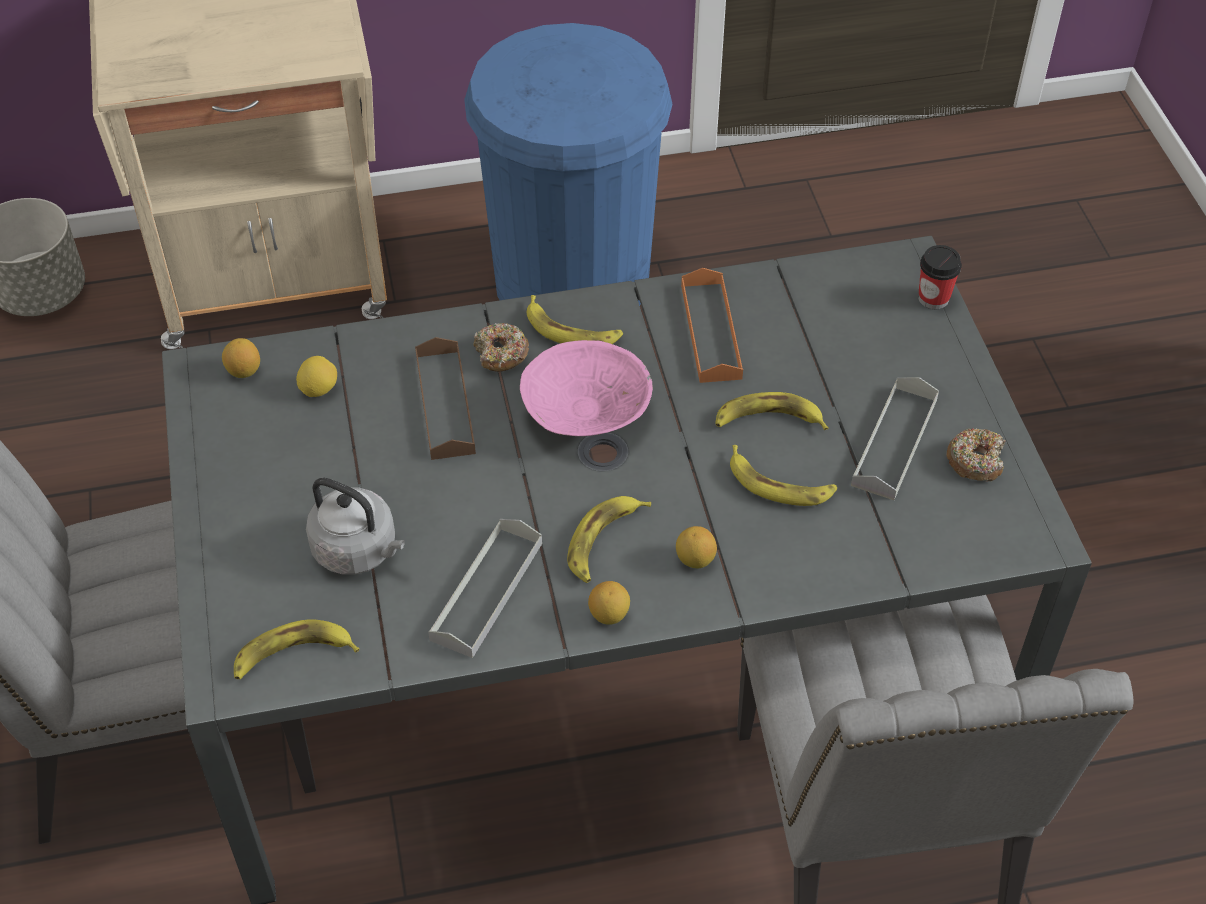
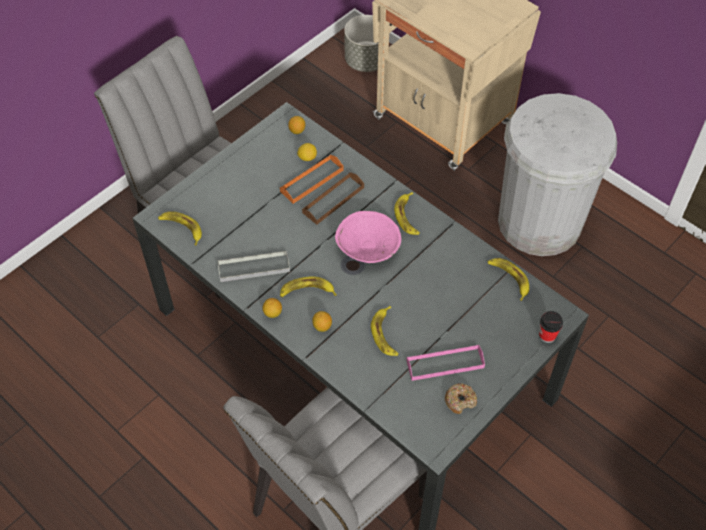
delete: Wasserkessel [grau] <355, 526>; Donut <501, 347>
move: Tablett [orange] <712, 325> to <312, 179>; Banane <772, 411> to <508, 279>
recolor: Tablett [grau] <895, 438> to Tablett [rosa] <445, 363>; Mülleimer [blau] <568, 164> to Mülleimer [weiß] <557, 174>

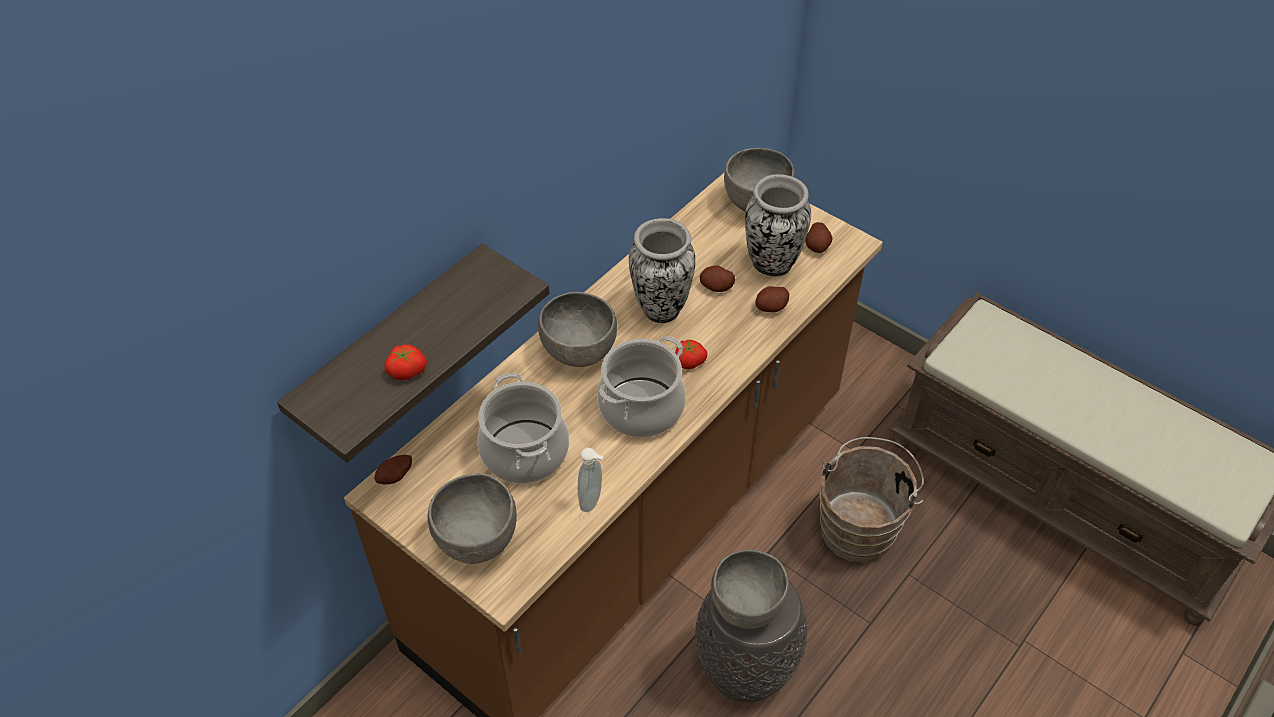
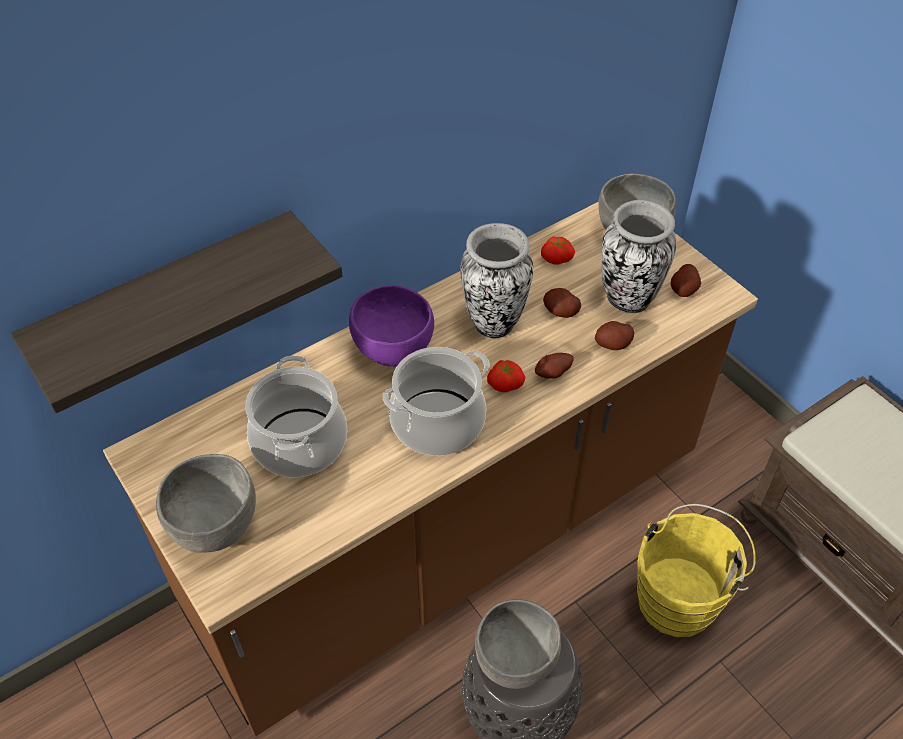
delete: Seifenspender <591, 480>
move: Kartoffel <393, 470> to <554, 366>; Tomate <406, 362> to <558, 250>
recolor: Schüssel [grau] <577, 329> to Schüssel [lila] <391, 326>; Eimer [braun] <872, 500> to Eimer [gelb] <696, 570>

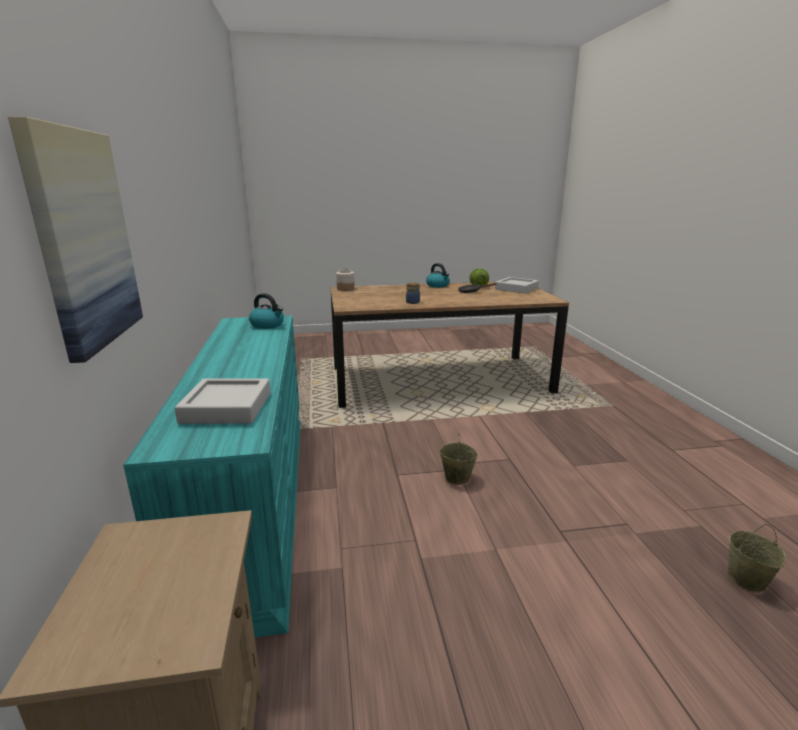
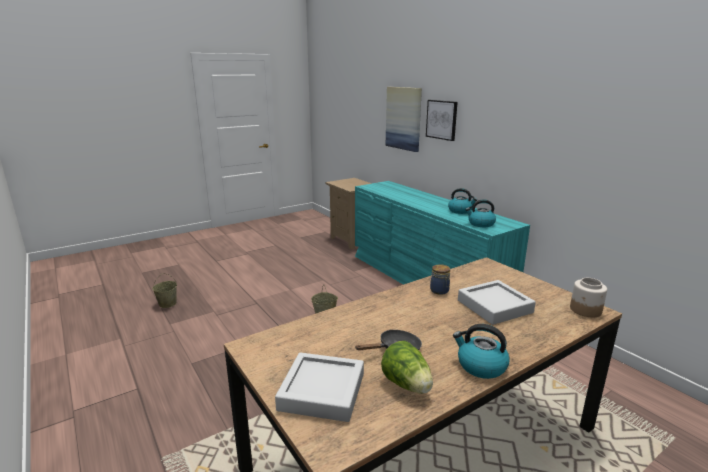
insert: Bild <442, 120>; Wasserkessel <462, 201>
move: Tablett [grau] <222, 401> to <497, 302>

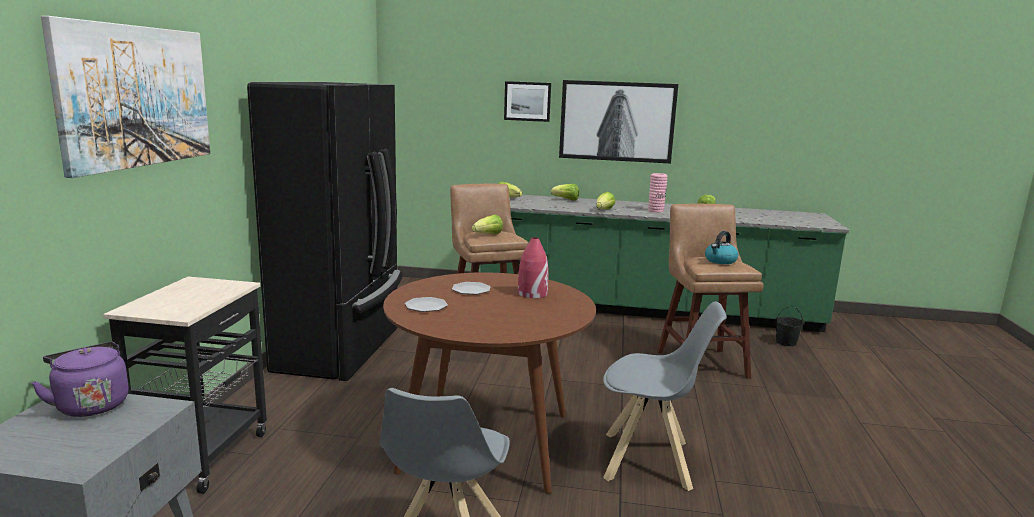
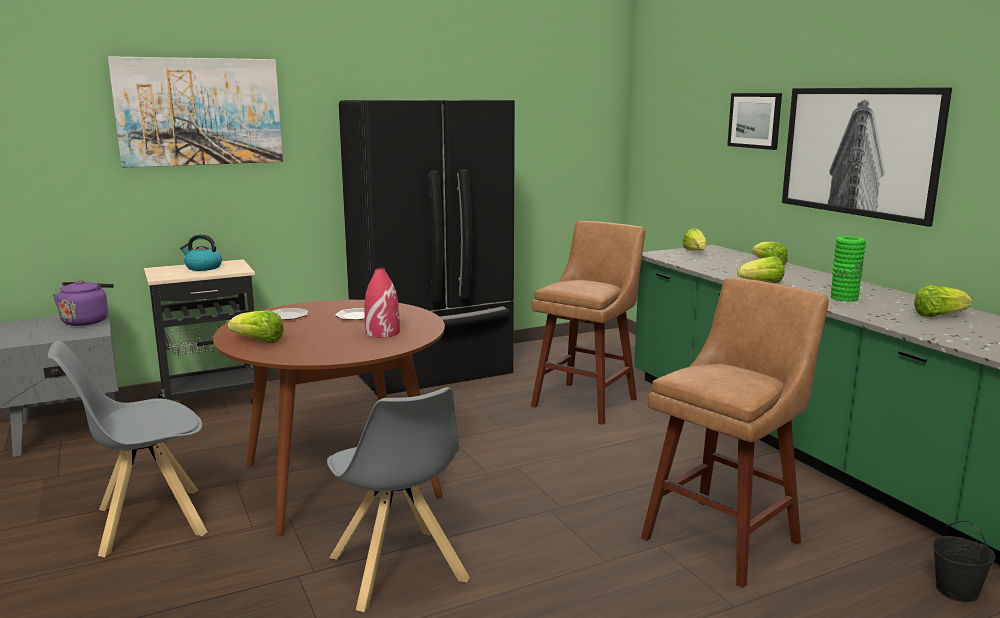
move: Wasserkessel <721, 247> to <201, 252>; Salatkopf <487, 224> to <256, 326>
recolor: Vase [rosa] <658, 192> to Vase [grün] <848, 269>

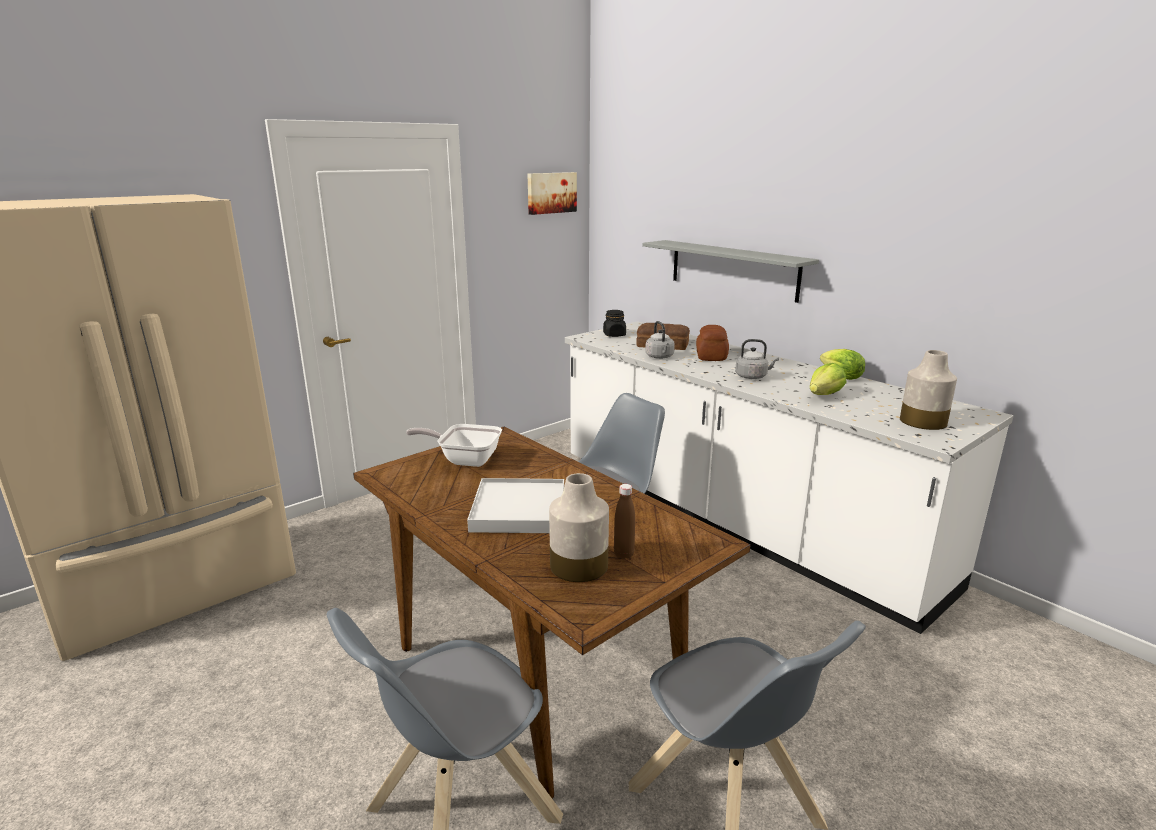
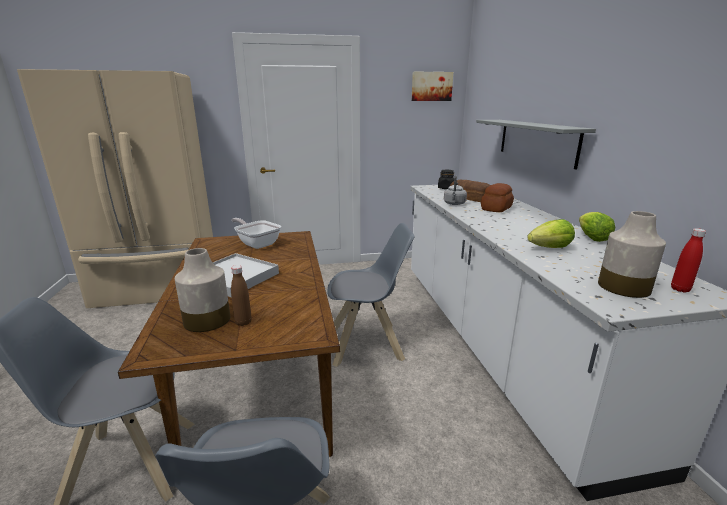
delete: Wasserkessel [grau] <757, 359>
insert: Flasche [rot] <688, 260>

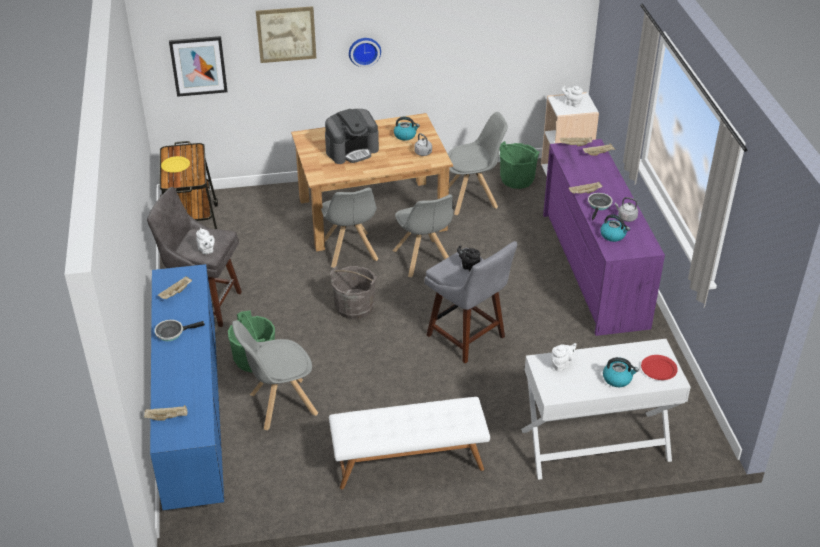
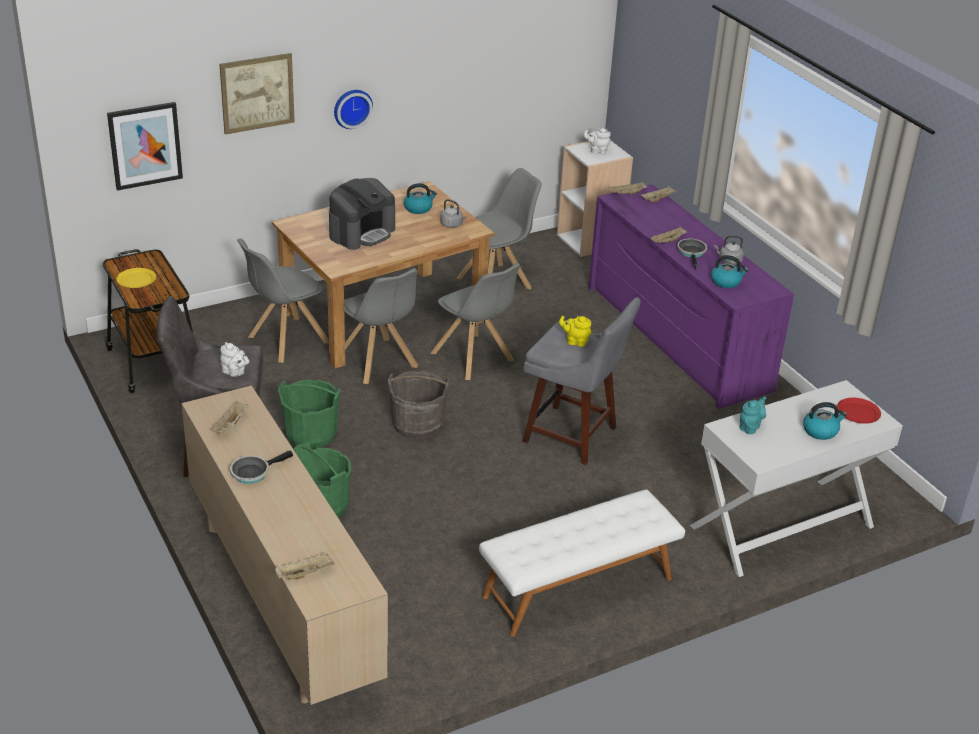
move: Stuhl [grau] <275, 375> to <283, 301>; Eimer [grün] <520, 165> to <309, 414>
recolor: Schrank [blau] <187, 387> to Schrank [beige] <284, 545>; Teekanne [schwarz] <468, 258> to Teekanne [gelb] <575, 331>; Teekanne [weiß] <563, 357> to Teekanne [türkis] <752, 415>

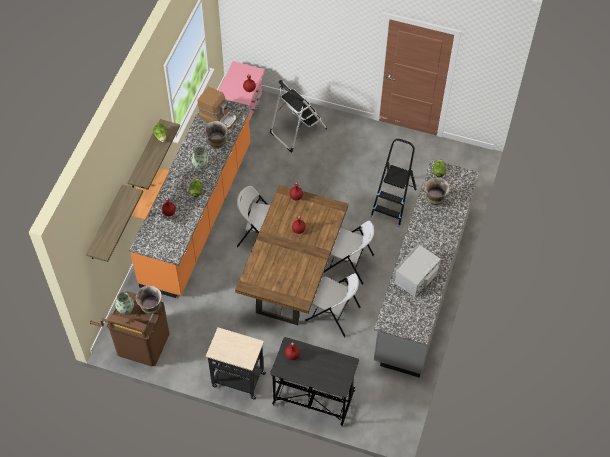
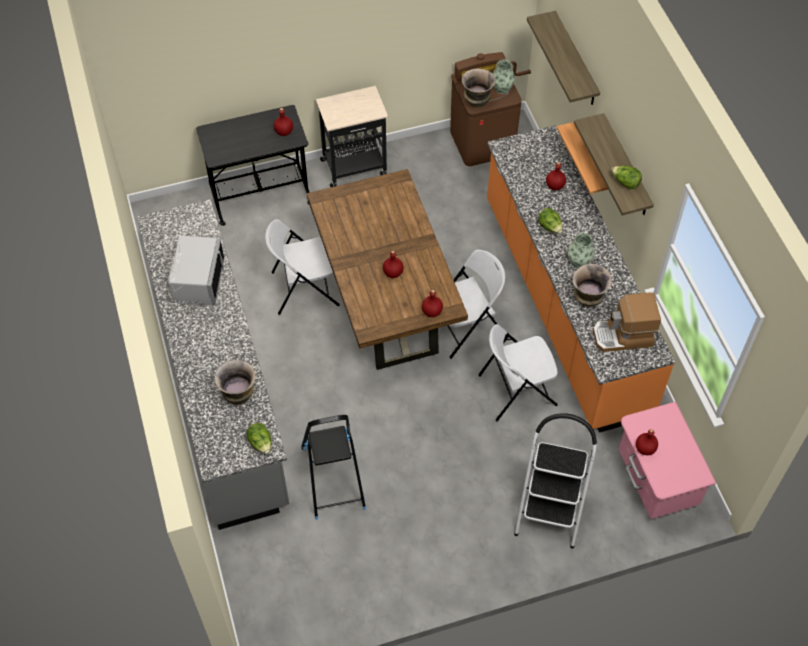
move: Stuhl [weiß] <349, 253> to <518, 373>

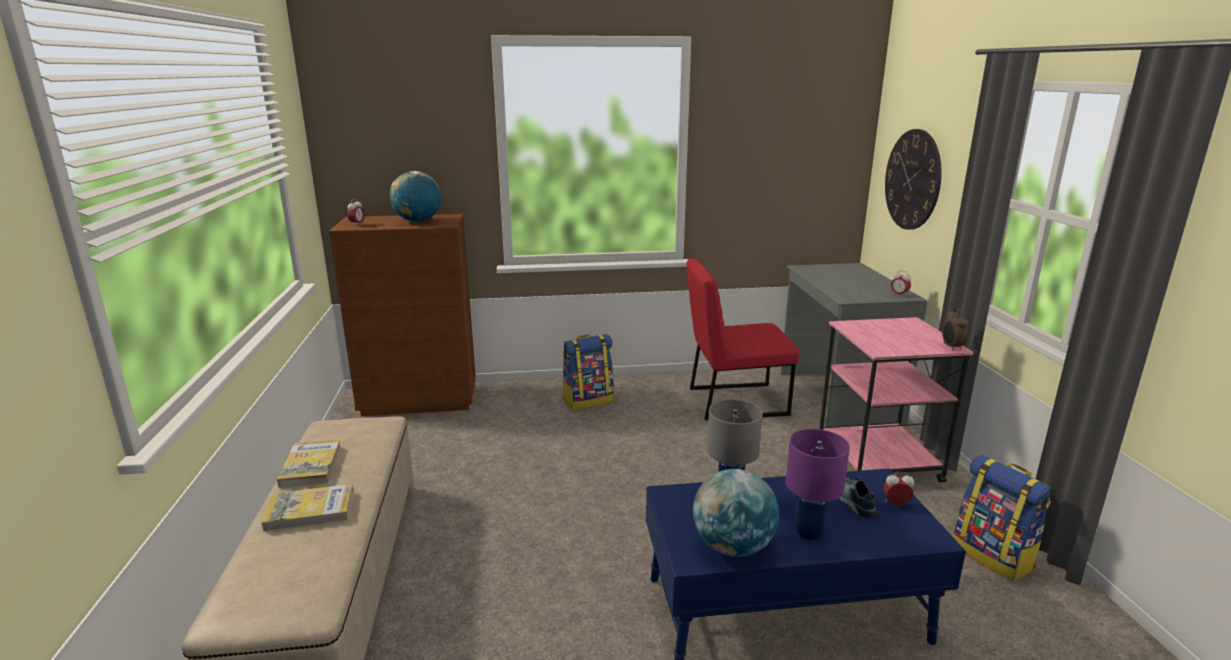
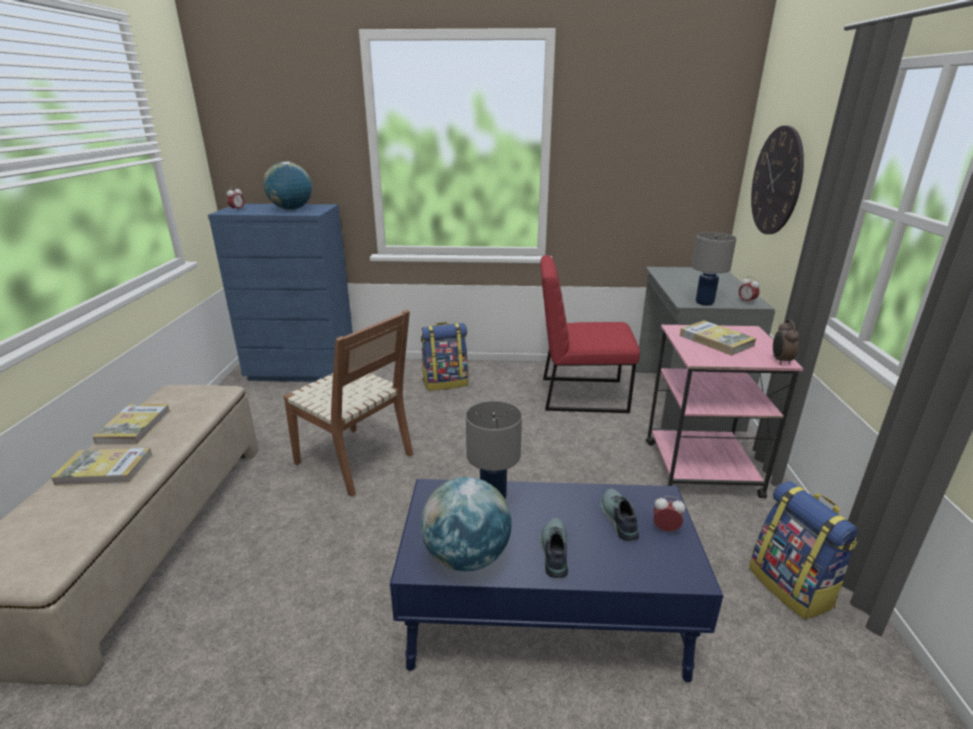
insert: Stuhl <348, 403>; Buch <718, 338>; Tischlampe [grau] <714, 269>
replace: Tischlampe [lila] <818, 484> to Schuh <554, 548>
recolor: Kommode [braun] <402, 315> to Kommode [blau] <280, 293>

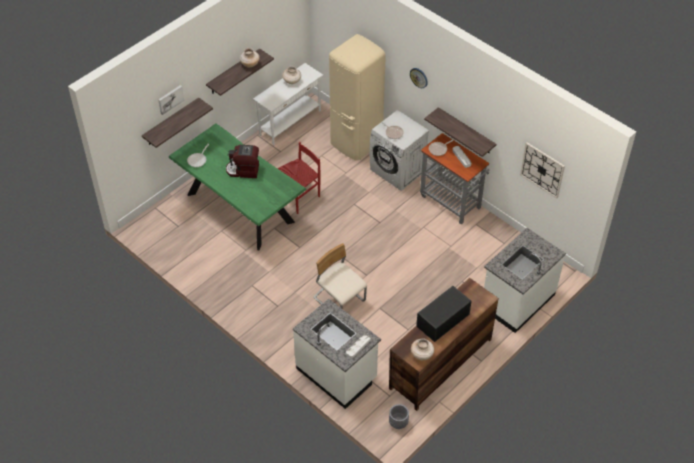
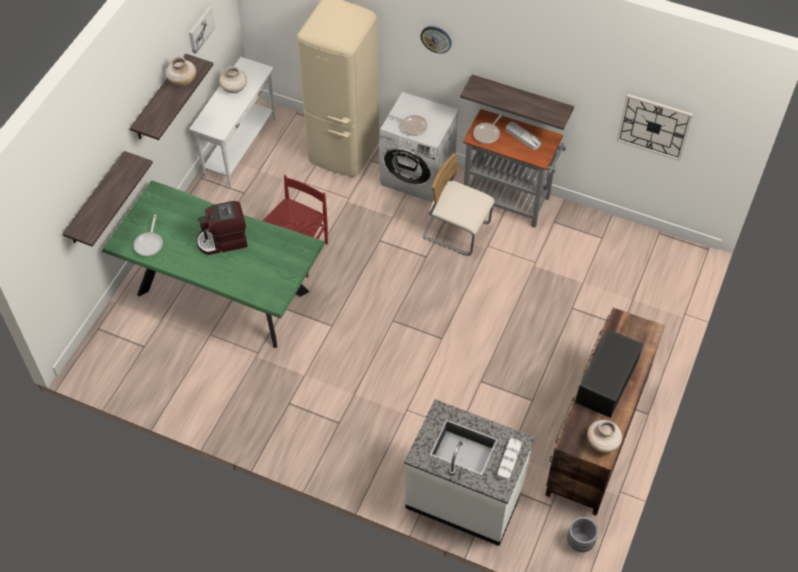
delete: Küchenzeile [weiß] <525, 280>
move: Bild <171, 100> to <202, 30>; Stuhl [beige] <340, 275> to <458, 204>

